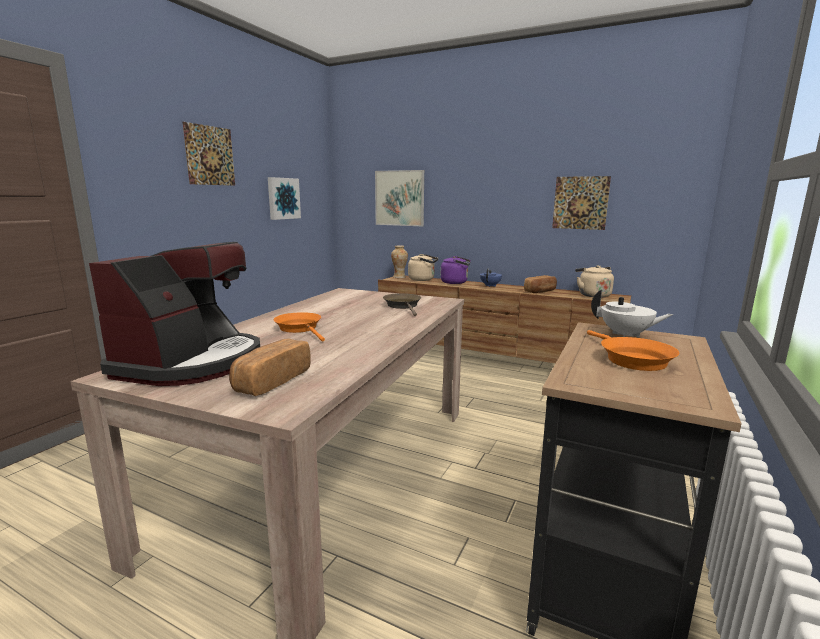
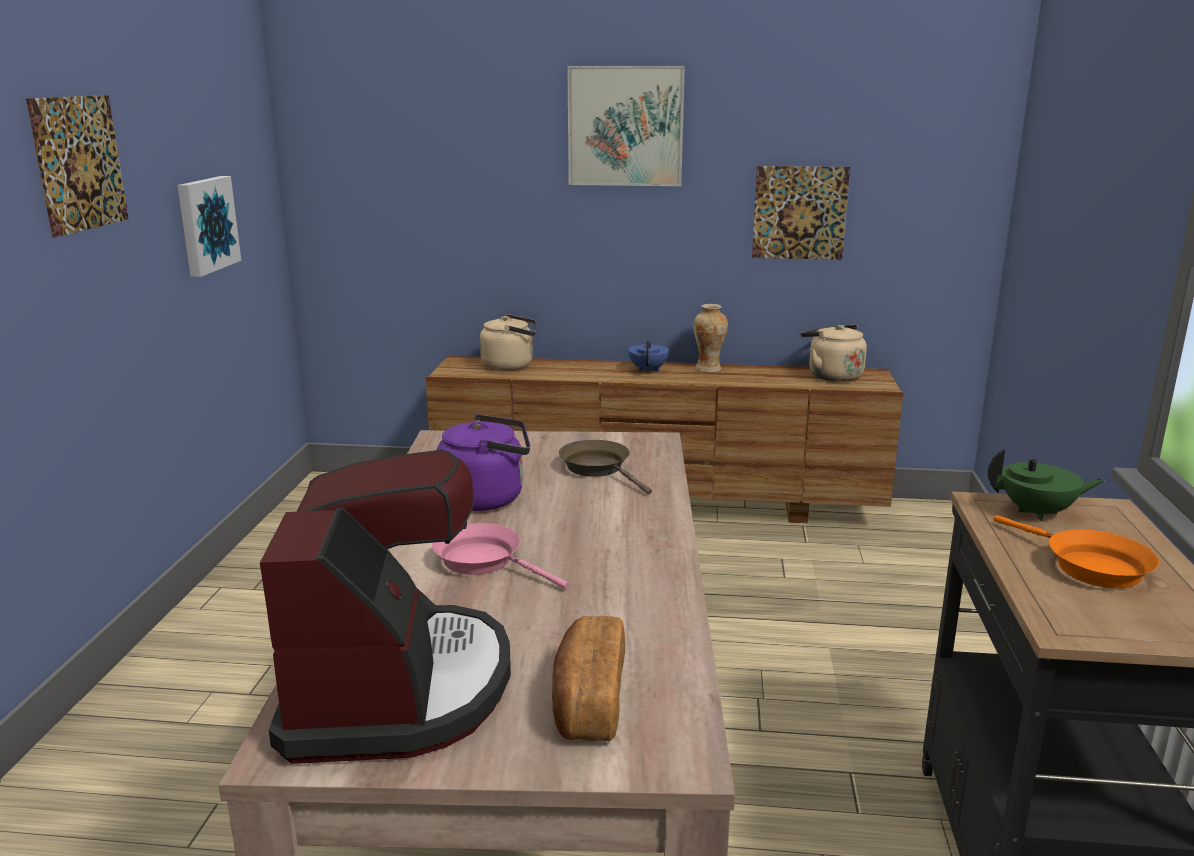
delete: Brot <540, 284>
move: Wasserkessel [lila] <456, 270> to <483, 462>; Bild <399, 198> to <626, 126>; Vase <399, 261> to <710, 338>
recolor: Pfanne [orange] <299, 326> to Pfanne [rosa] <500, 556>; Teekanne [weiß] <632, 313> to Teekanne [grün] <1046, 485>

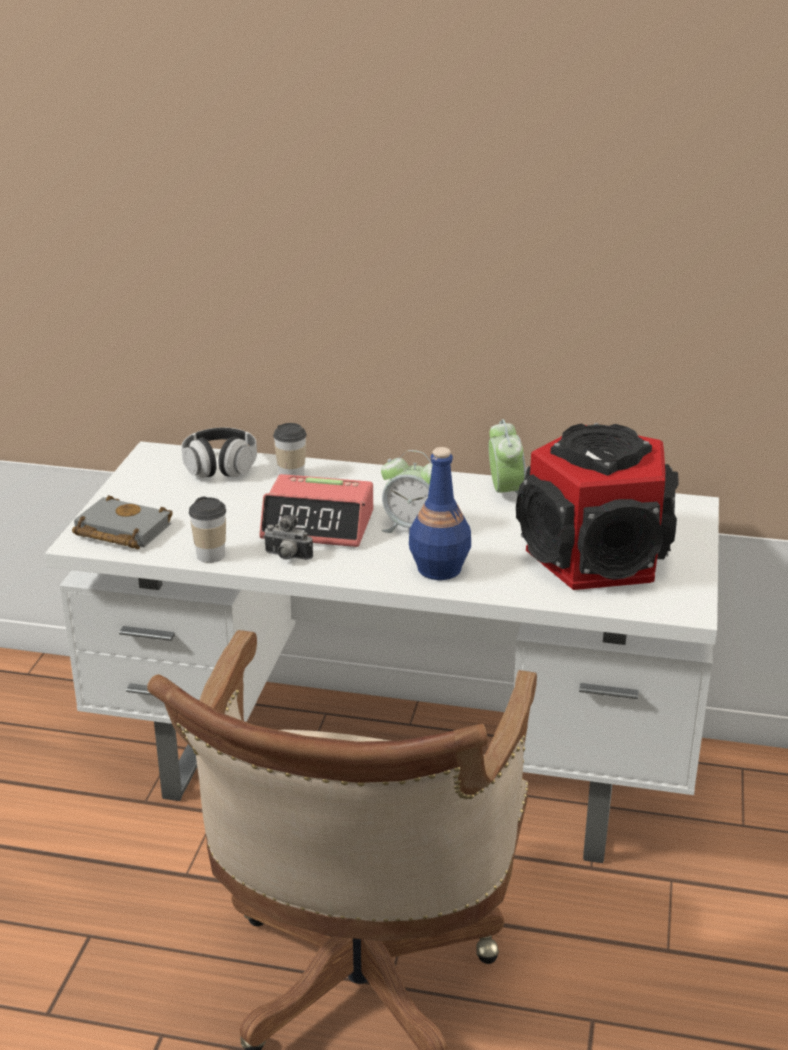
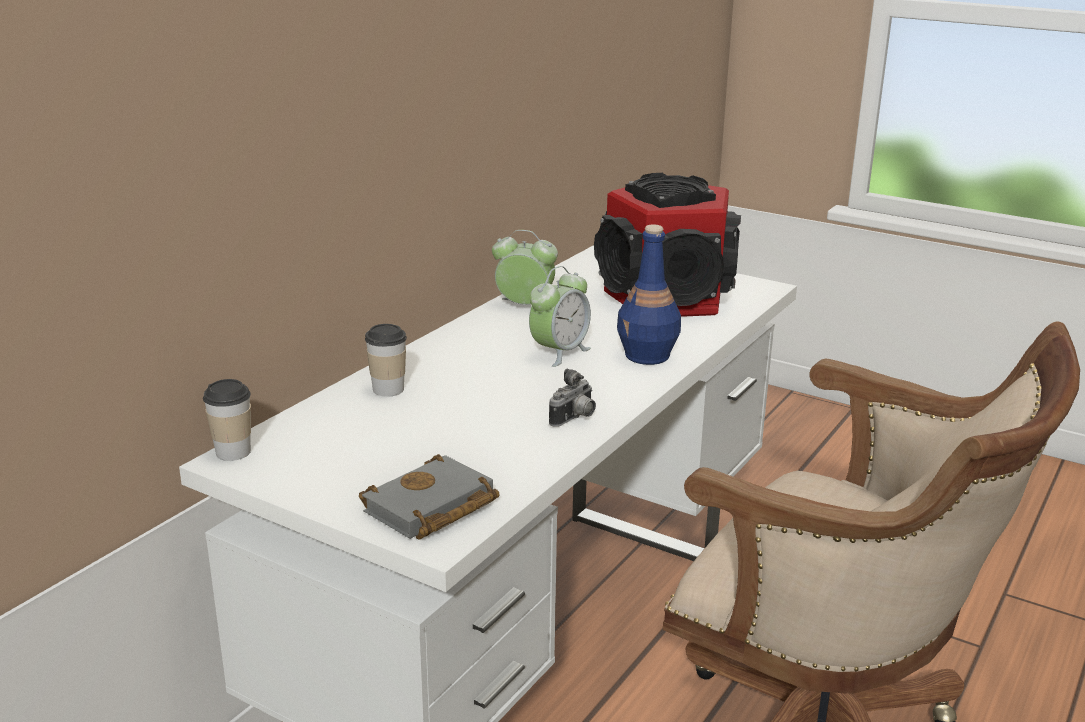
delete: Kopfhörer <219, 452>; Wecker <316, 510>
move: Tasse <207, 530> to <227, 420>

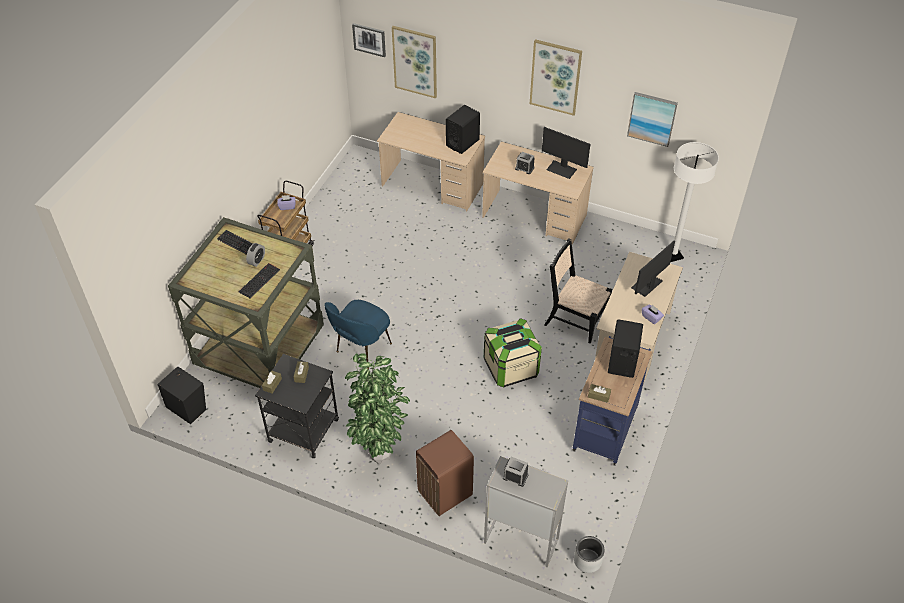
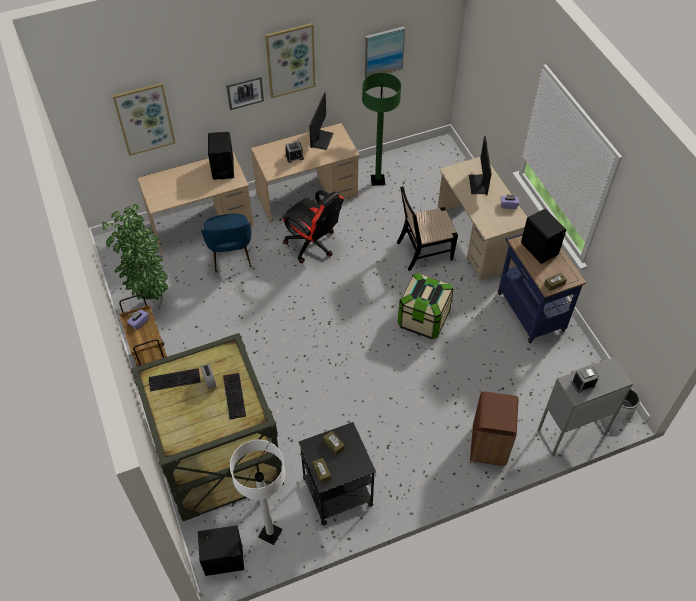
insert: Bürostuhl [schwarz] <313, 226>; Stehlampe [grün] <381, 129>
move: Topfpflanze <377, 408> to <135, 257>; Stuhl [blau] <358, 334> to <226, 243>; Bild <369, 40> to <245, 93>; Stehlampe [weiß] <695, 202> to <257, 492>
rotate: Monitor <566, 153> = <321, 121> 60 degrees counterclockwise

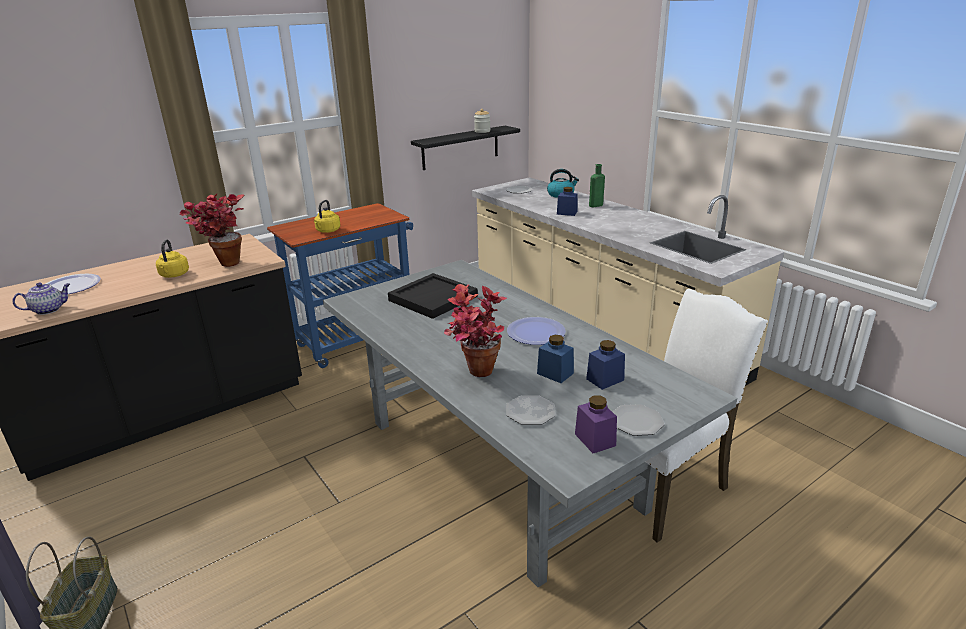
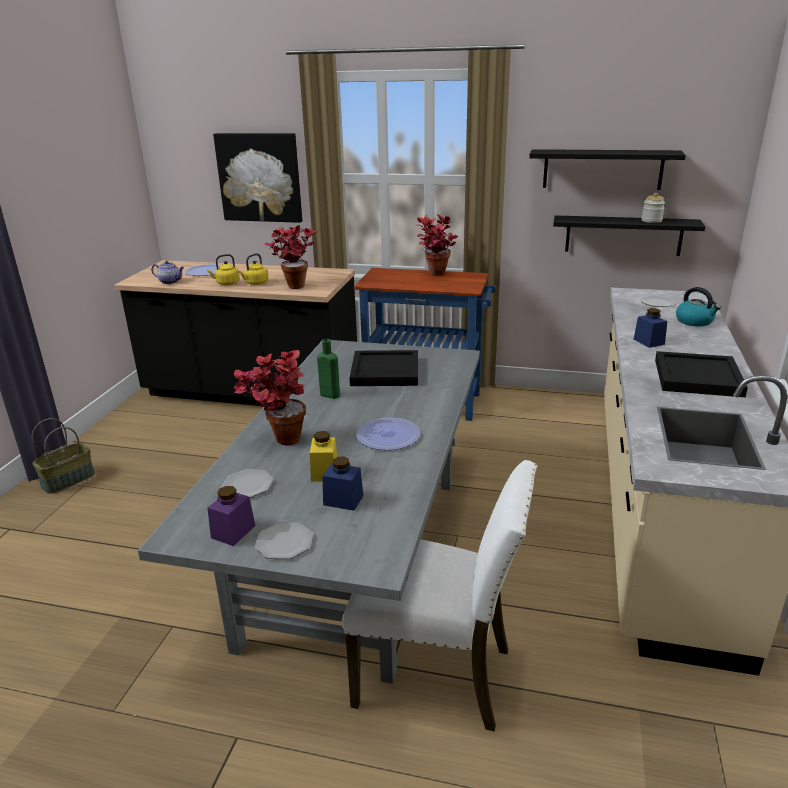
insert: Bild <257, 178>; Topfpflanze <437, 245>; Wandregal [schwarz] <607, 169>; Tablett [schwarz] <701, 374>
move: Wasserkessel [gelb] <327, 216> to <223, 269>; Flasche [grün] <597, 185> to <328, 369>
recolor: Vorratsglas [blau] <555, 359> to Vorratsglas [gelb] <323, 456>

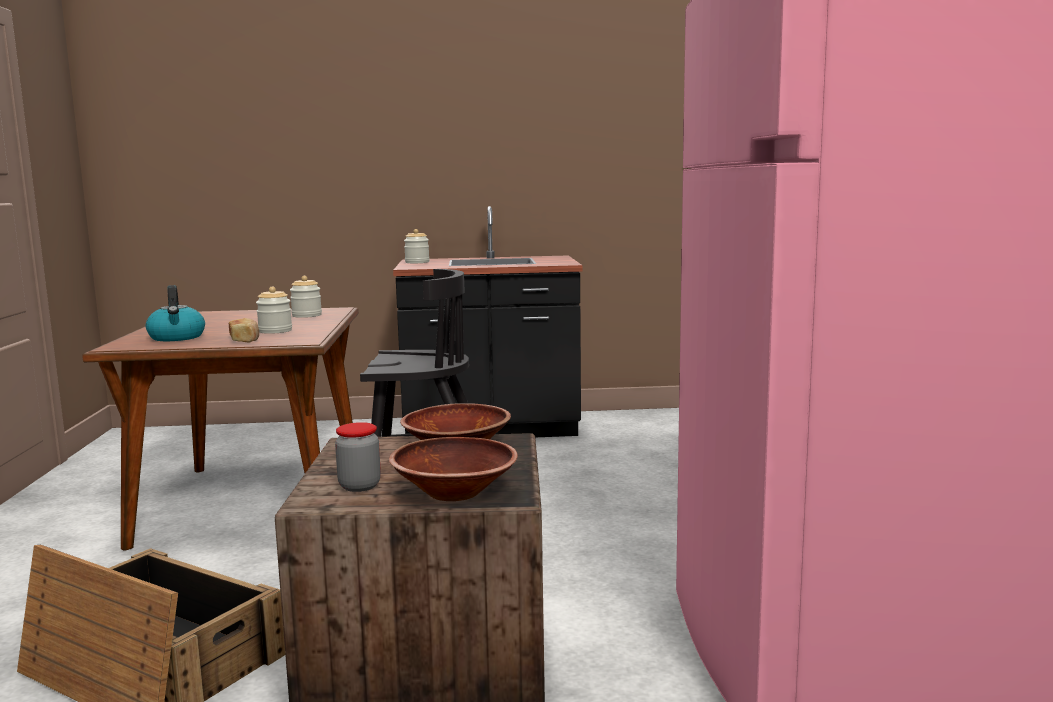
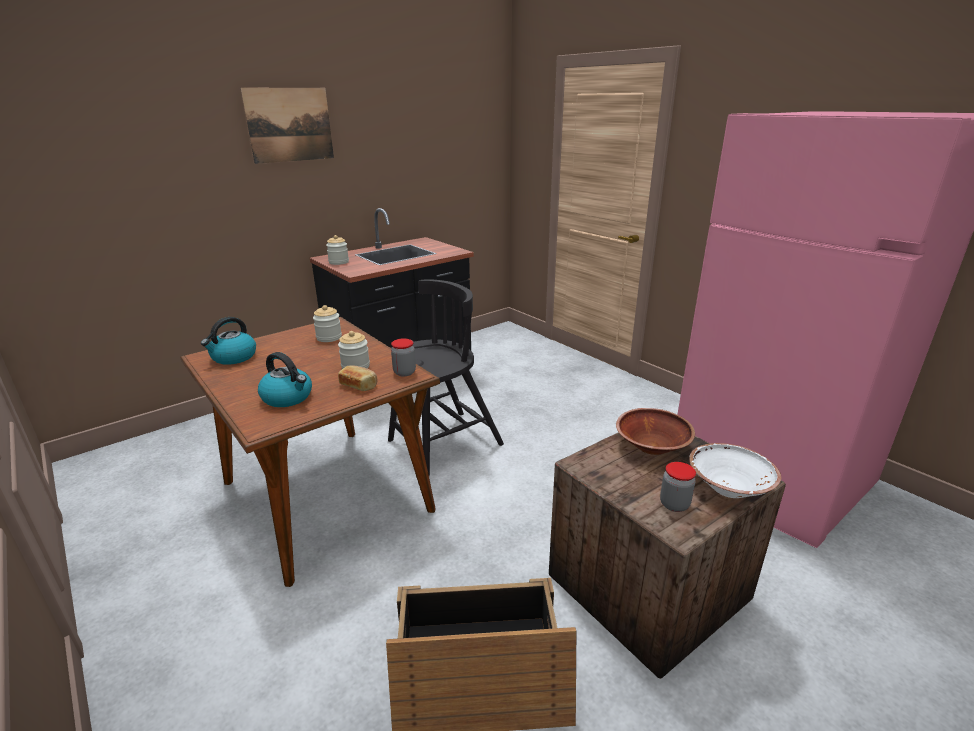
insert: Wasserkessel <228, 341>; Bild <287, 126>; Vorratsglas <403, 357>
recolor: Schüssel [braun] <453, 469> to Schüssel [weiß] <735, 470>

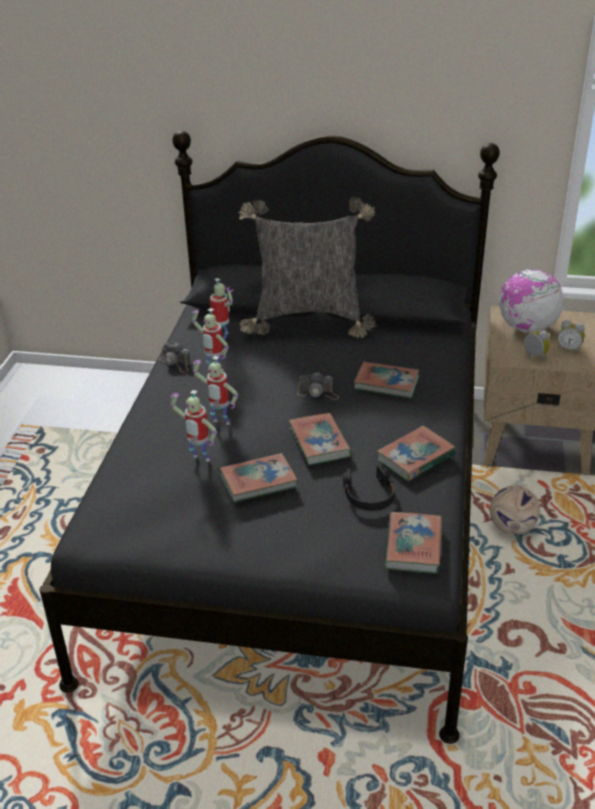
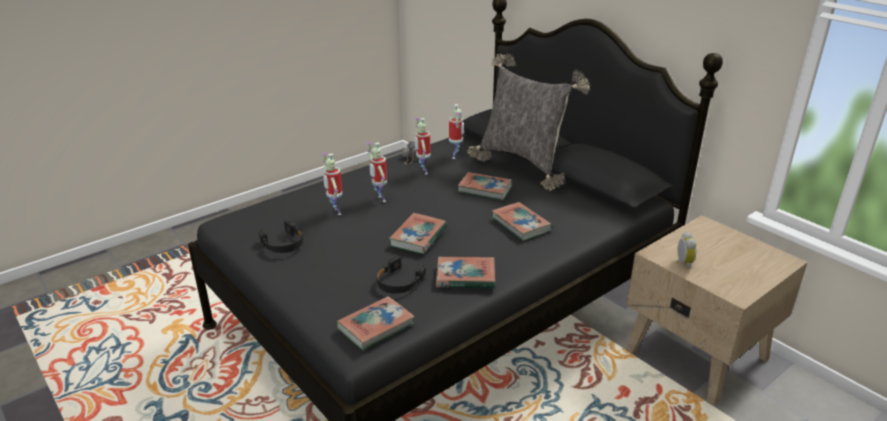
delete: Kamera <318, 386>; Fußball <515, 510>; Globus <531, 301>; Wecker <571, 336>
insert: Kopfhörer [schwarz] <281, 236>
move: Buch <258, 478> to <485, 186>

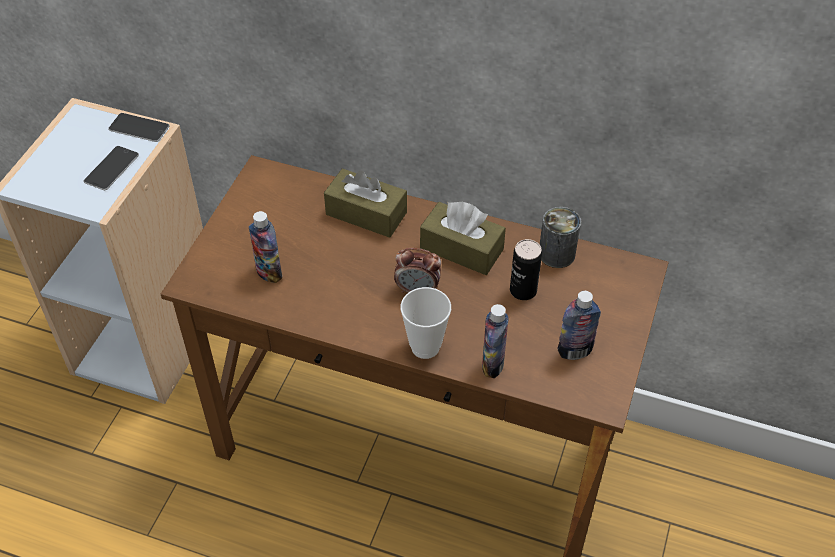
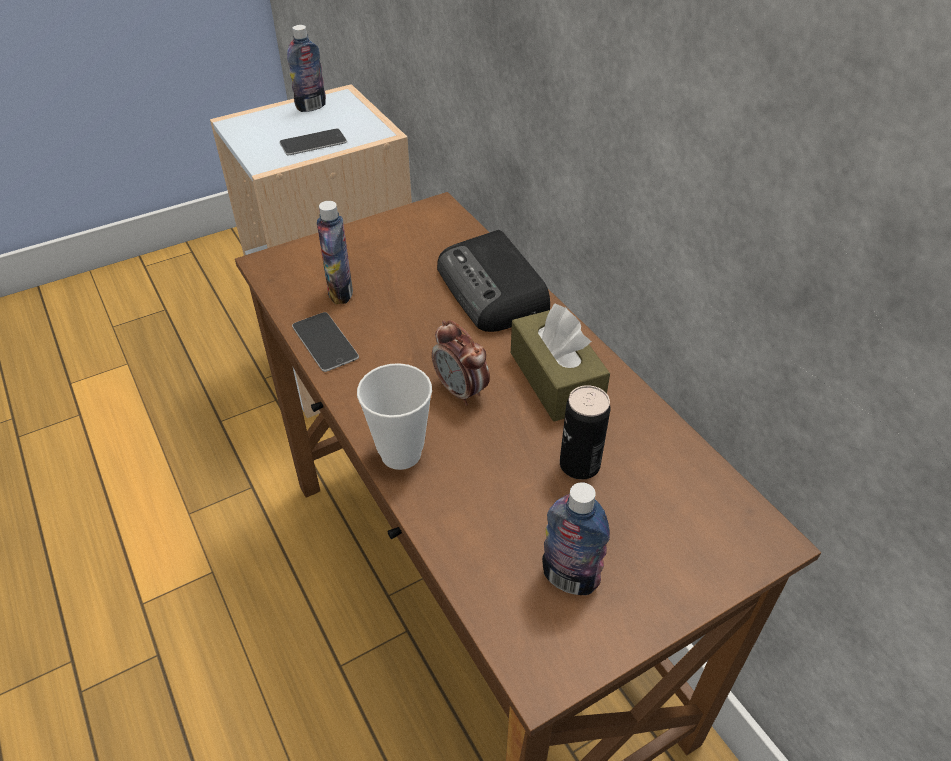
delete: Dose <560, 237>
move: Flasche <495, 341> to <306, 68>; Handy <138, 127> to <325, 342>
replace: Taschentuchbox [braun] <365, 203> to Radio <493, 281>

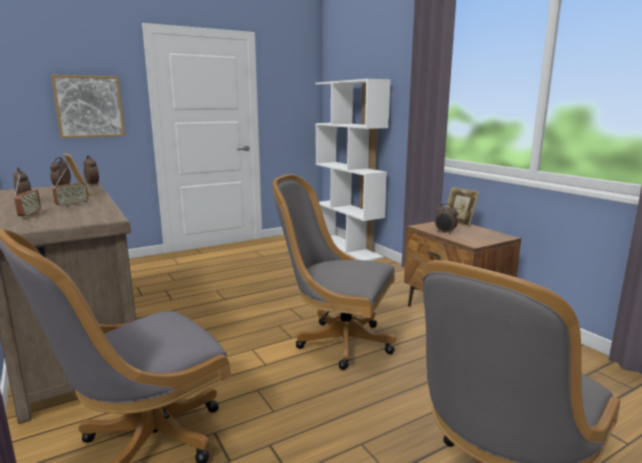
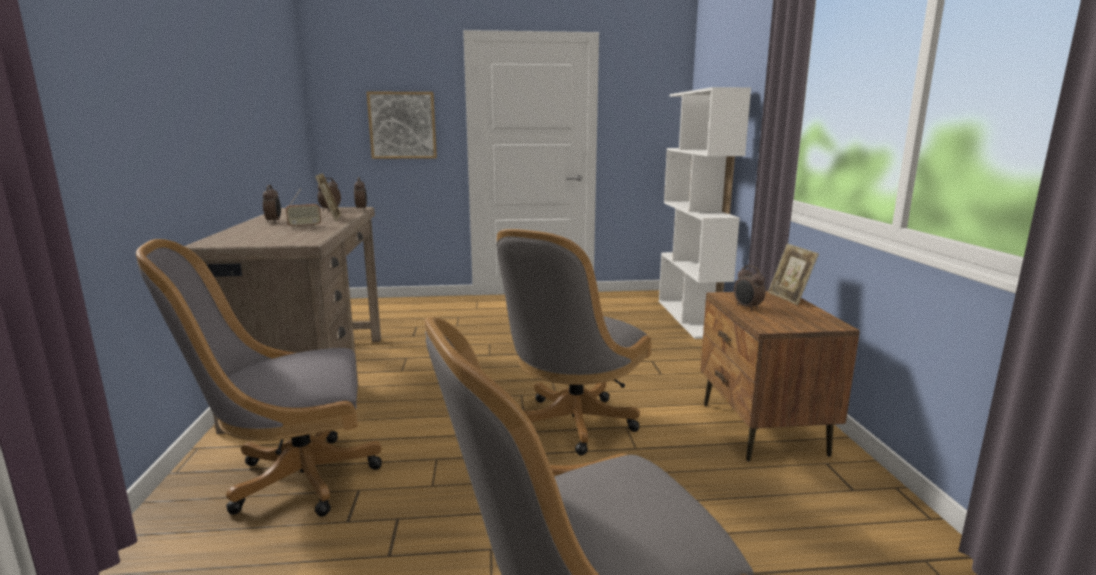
delete: Radio <27, 196>
rotate: Bürostuhl [grau] <334, 272> = <573, 342> 105 degrees counterclockwise

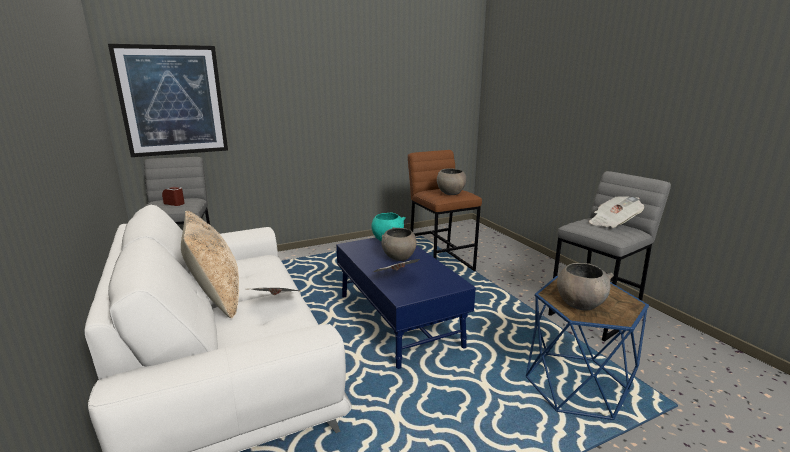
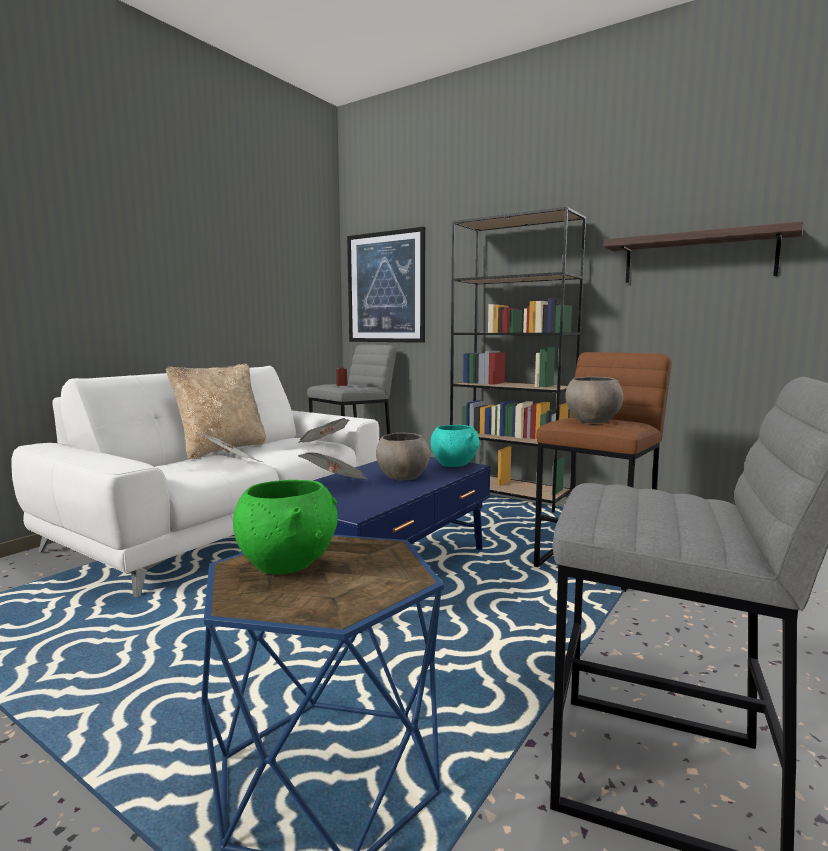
insert: Bücherregal [beige] <518, 360>; Wandregal <703, 252>
move: Zeitung <616, 212> to <324, 430>
recolor: Schüssel [grau] <585, 287> to Schüssel [grün] <285, 527>

